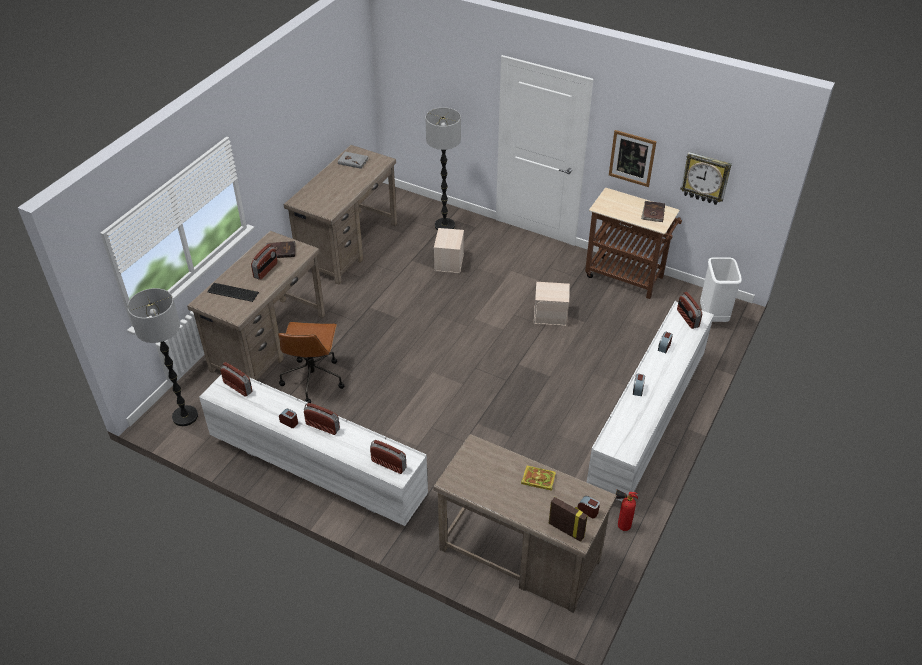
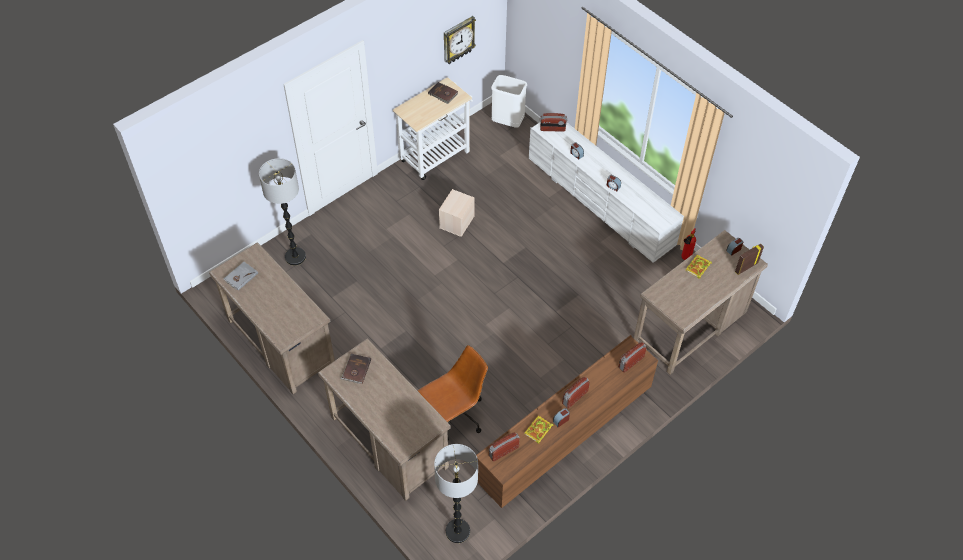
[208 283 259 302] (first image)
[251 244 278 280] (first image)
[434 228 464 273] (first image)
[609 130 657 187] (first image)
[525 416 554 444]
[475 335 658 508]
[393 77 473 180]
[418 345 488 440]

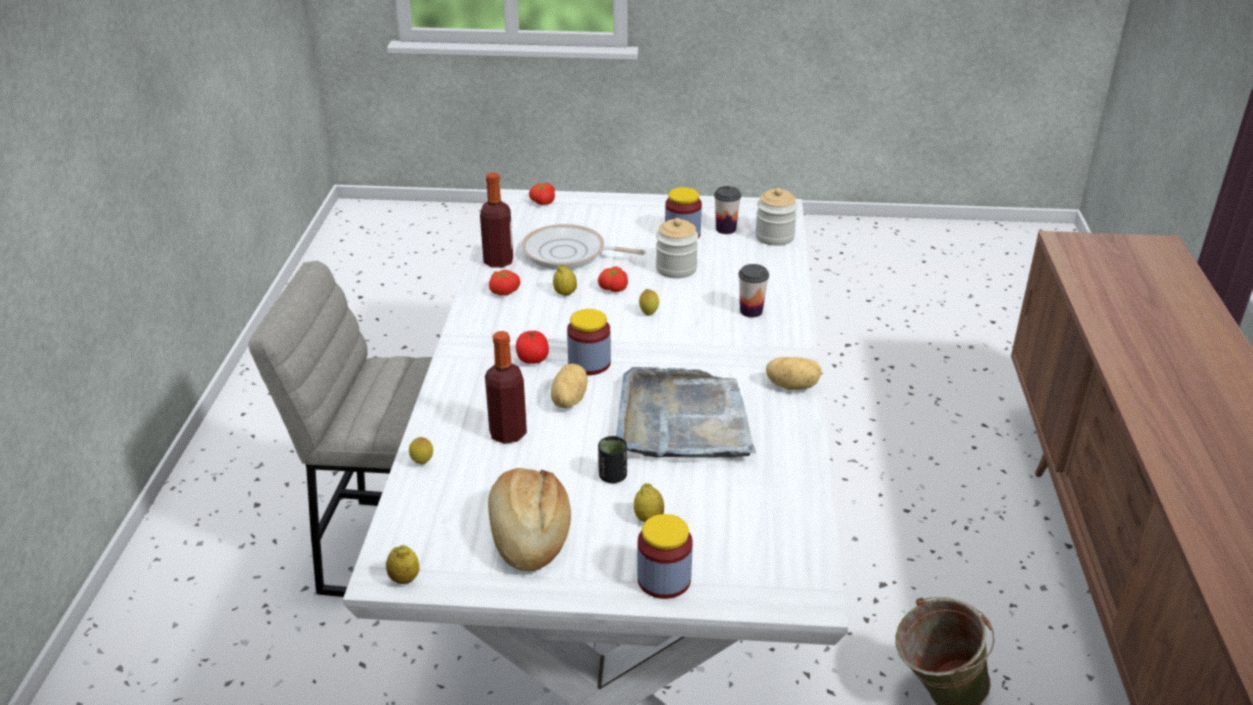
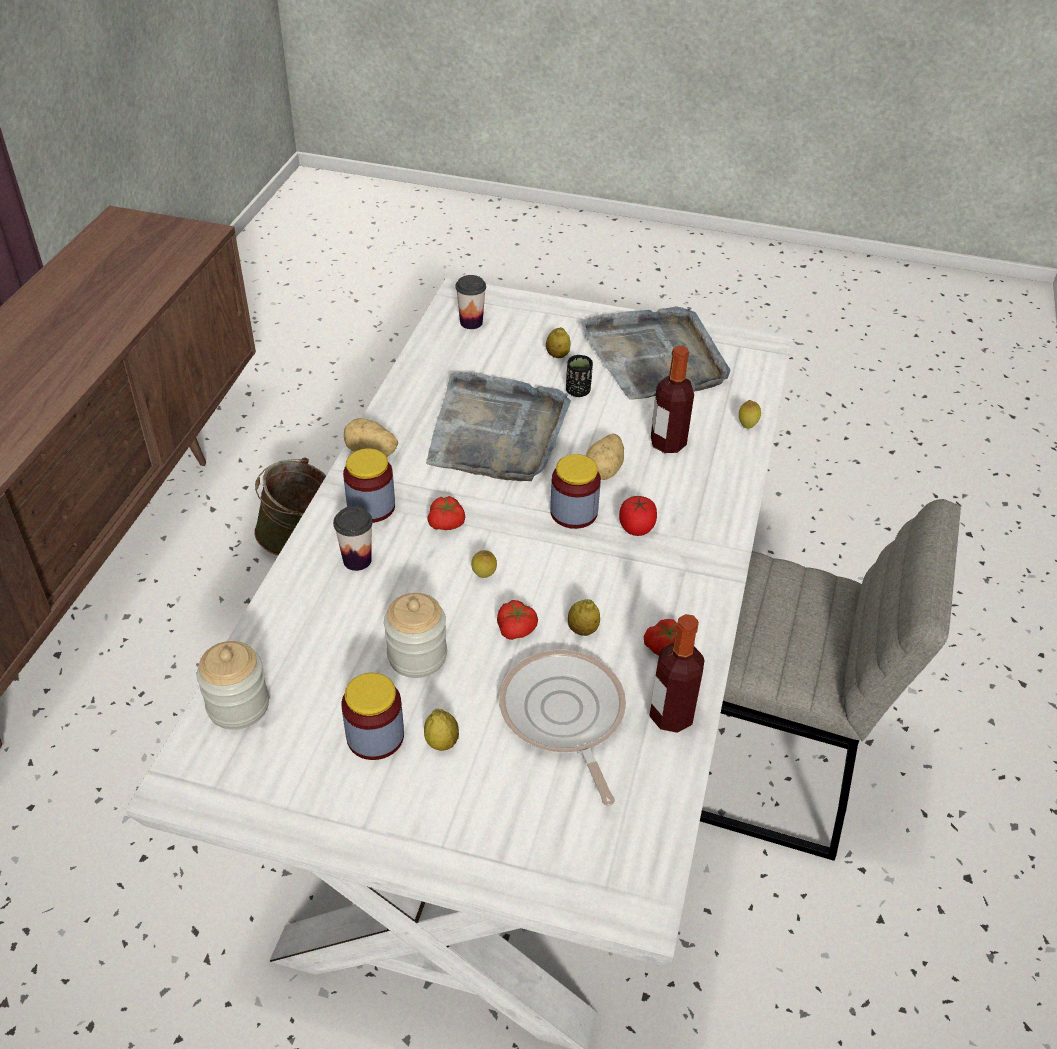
[424 709 459 751]
[427 496 465 530]
[343 448 395 523]
[456 275 486 329]
[580 306 730 400]
[499 650 626 806]

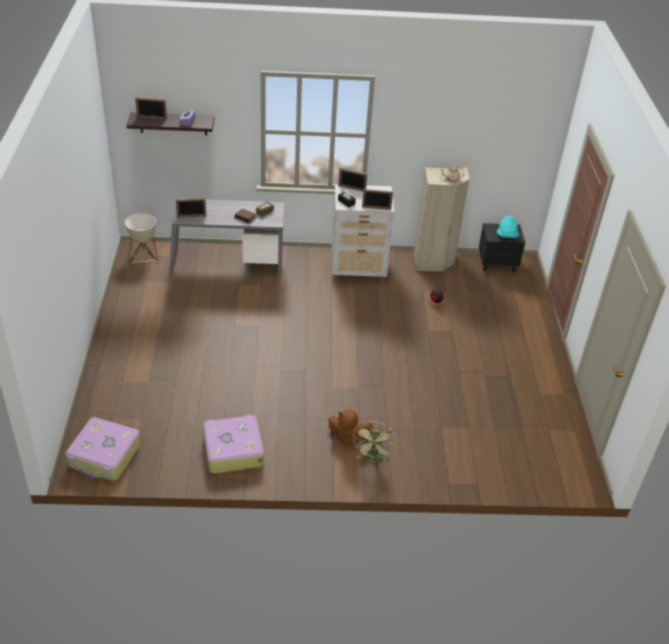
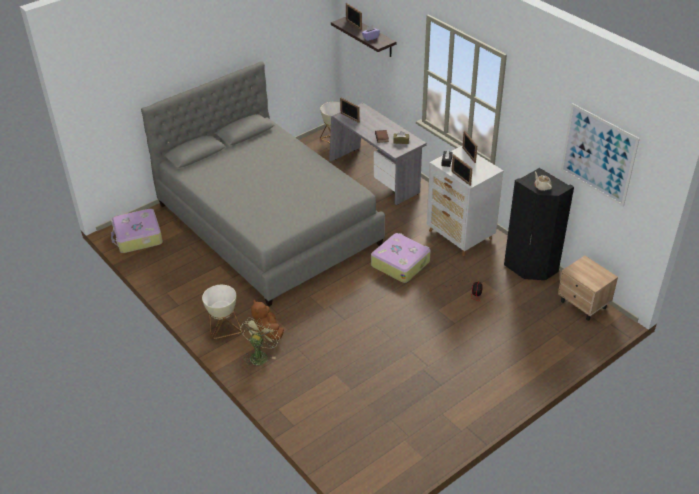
[497 216 519 238] (first image)
[141 61 385 306]
[202 285 243 339]
[561 103 640 207]
[371 233 431 283]
[504 168 574 280]
[558 256 618 321]
[240 318 280 368]

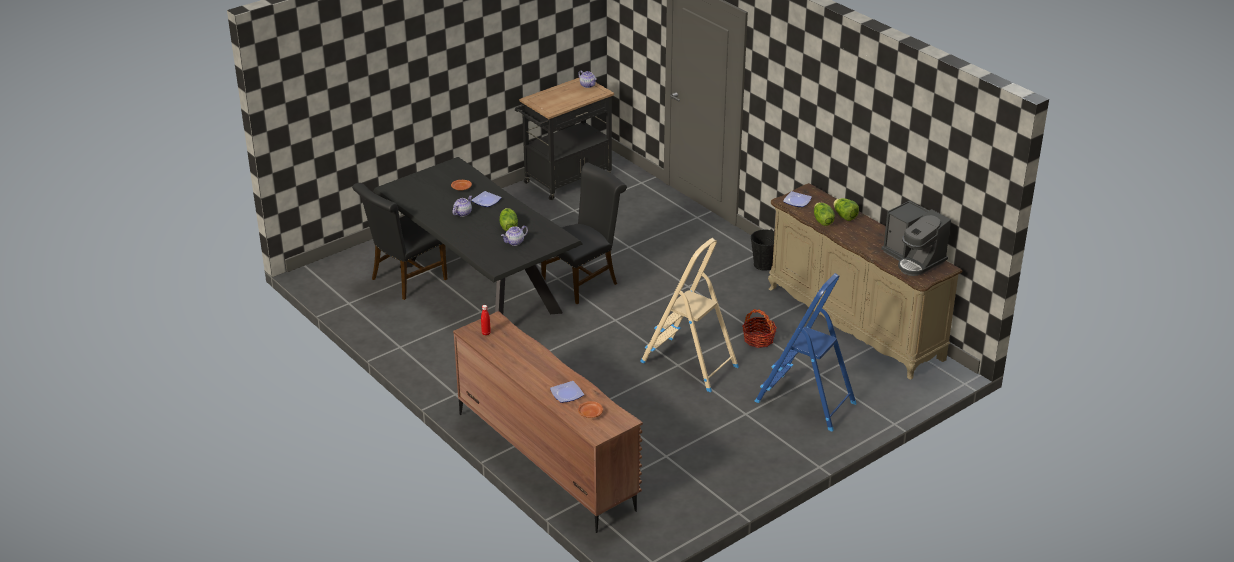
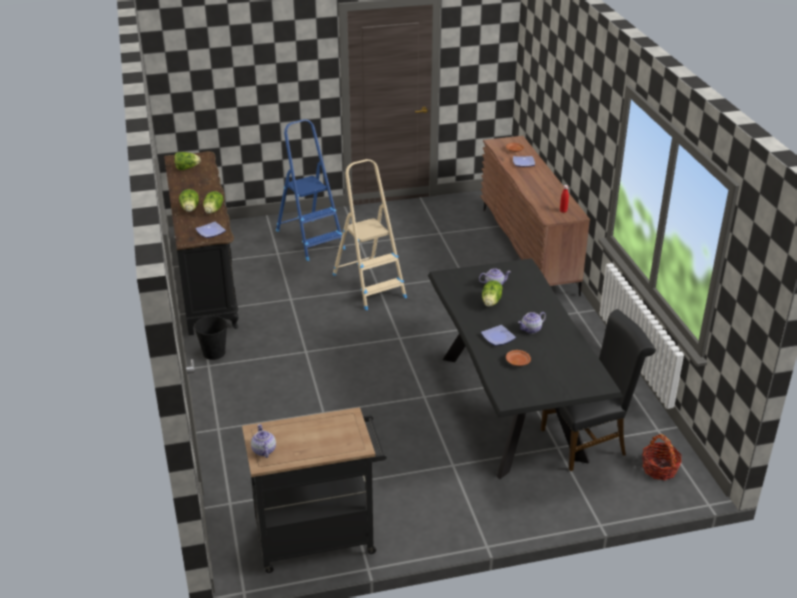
[541 162 627 304] (first image)
[642 434 682 480]
[174 152 201 170]
[164 151 239 336]

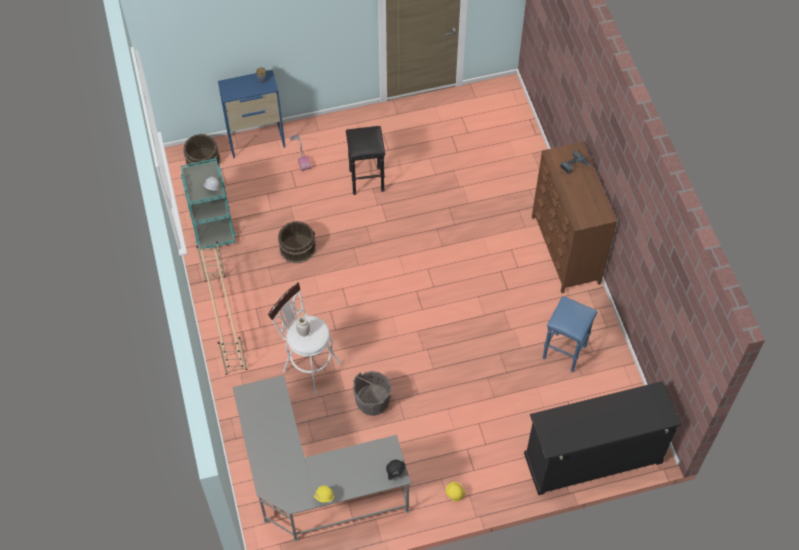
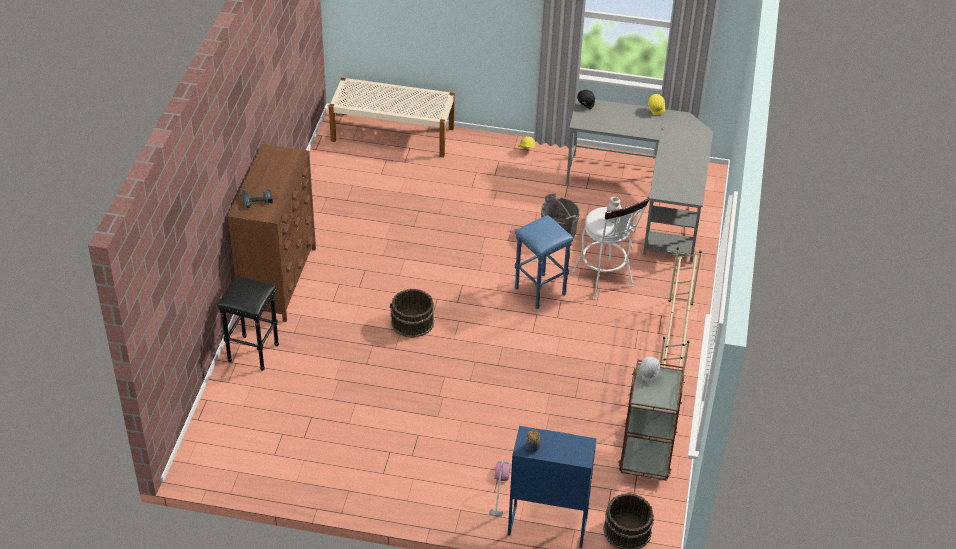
[390 289 435 338]
[218 276 279 371]
[515 215 573 309]
[329 77 455 158]
[618 360 685 480]

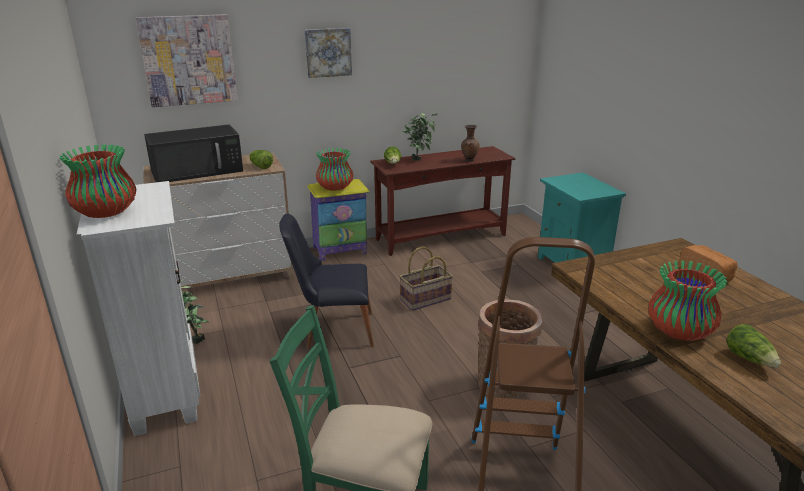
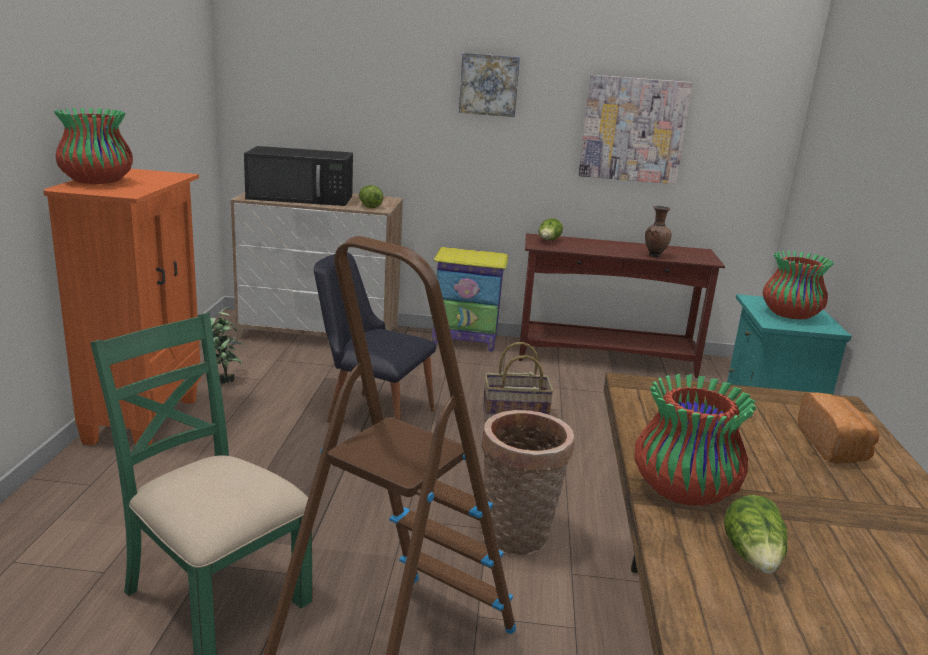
[403 113 437 161] (first image)
[578 75 693 184]
[762 251 834 320]
[42 169 201 446]

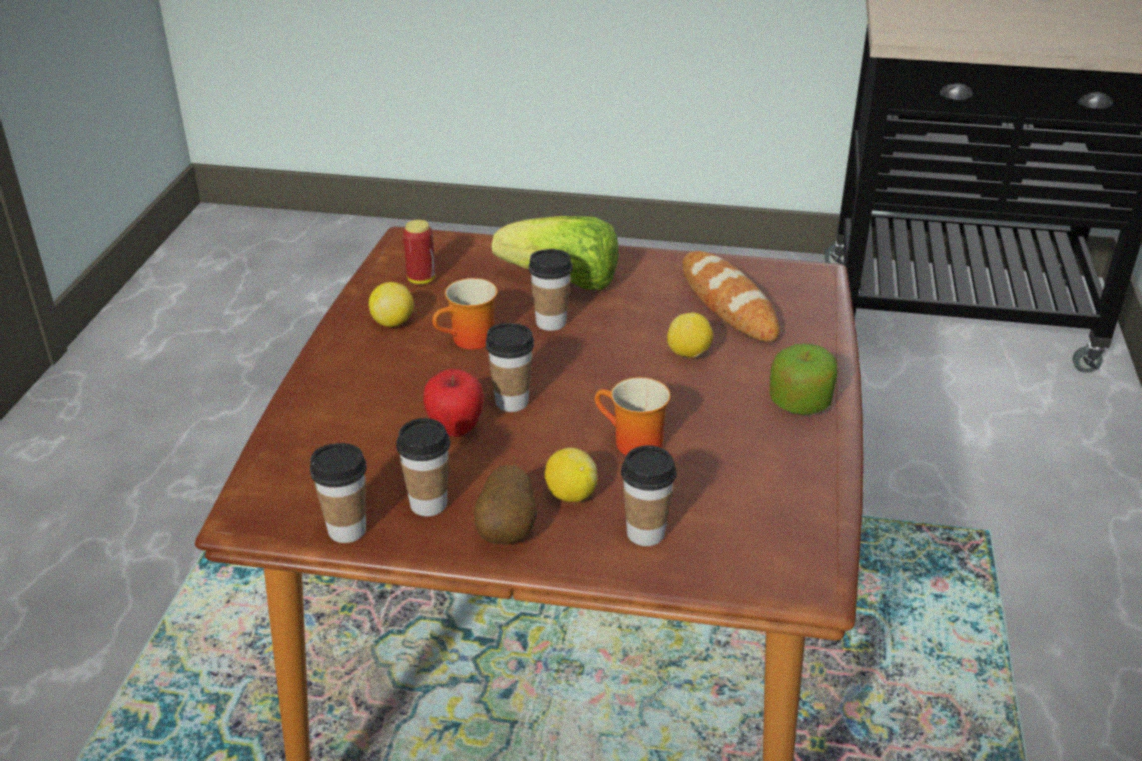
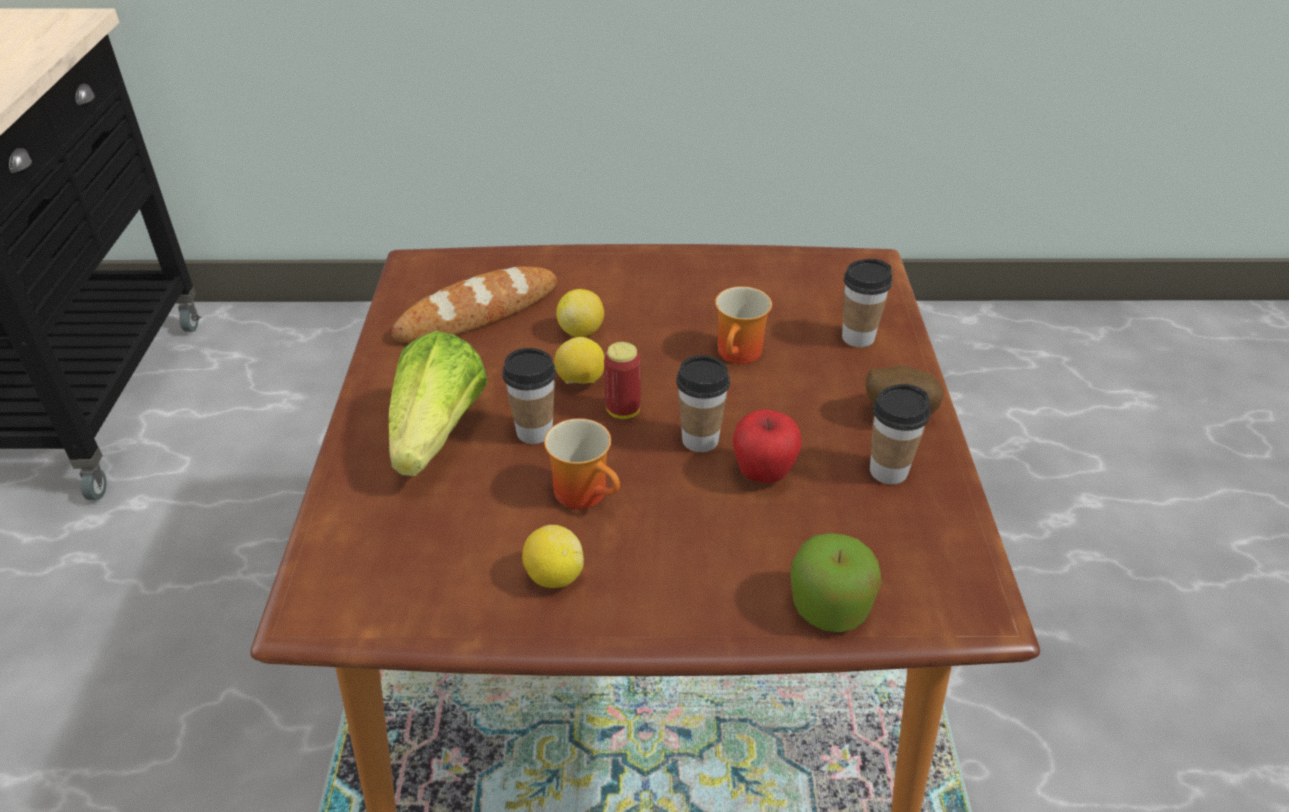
[310 443 367 543] (first image)
[604 342 641 419]
[554 337 604 384]
[790 533 882 632]

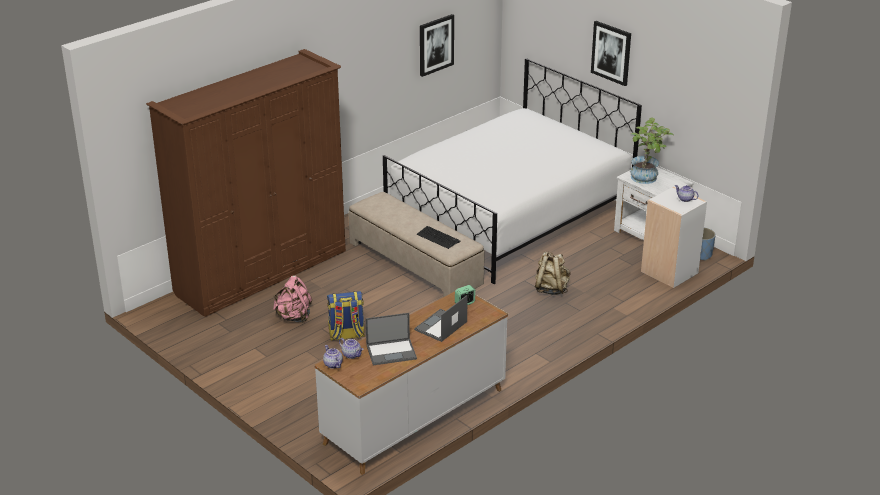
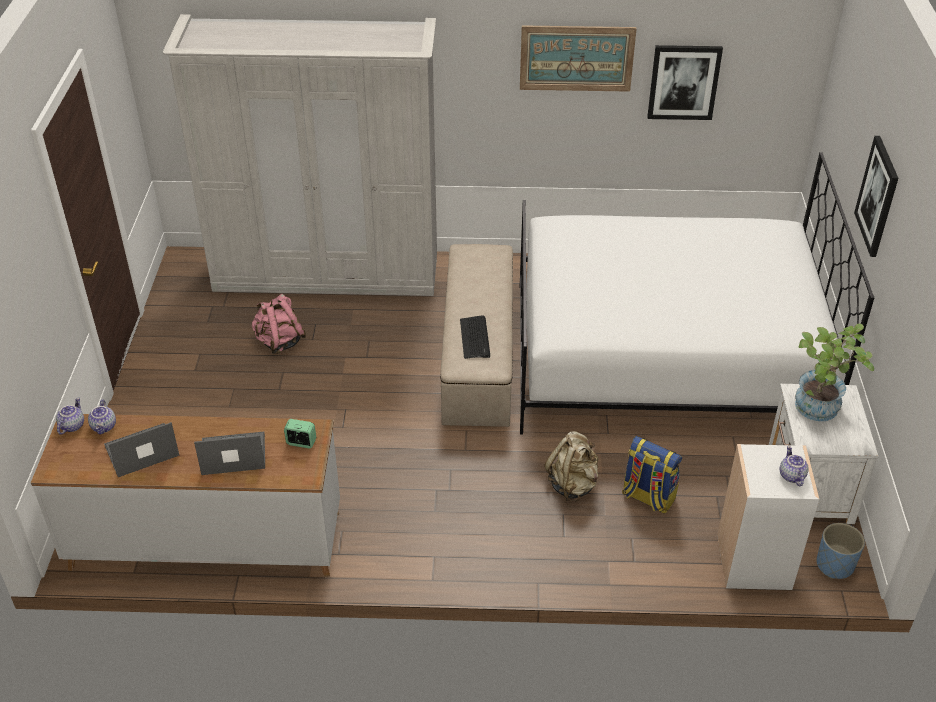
[520 25 637 92]
[622 436 682 514]
[163 14 437 296]
[104 422 179 477]

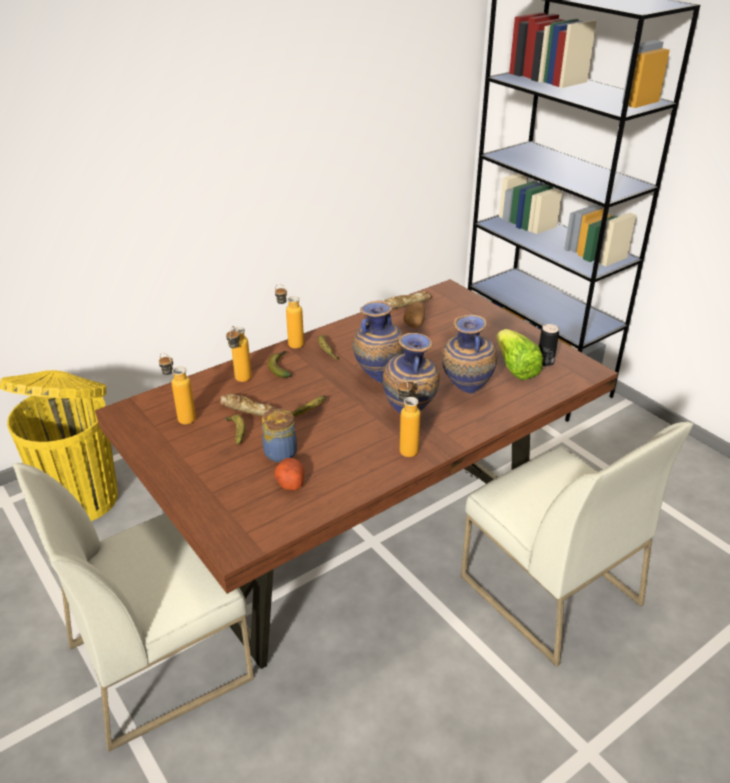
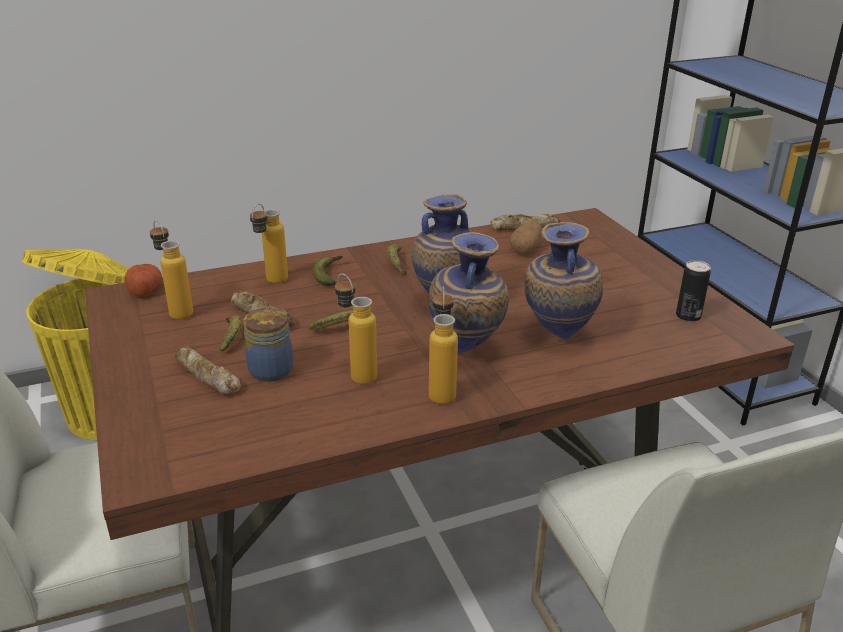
[496 329 543 380] (first image)
[174 346 241 395]
[125 264 162 297]
[335 274 377 384]

